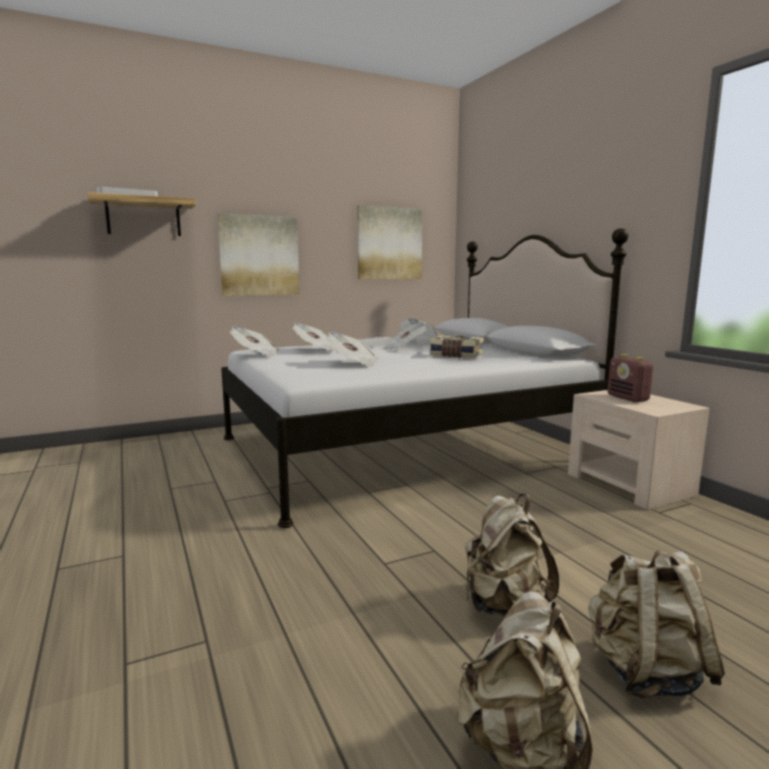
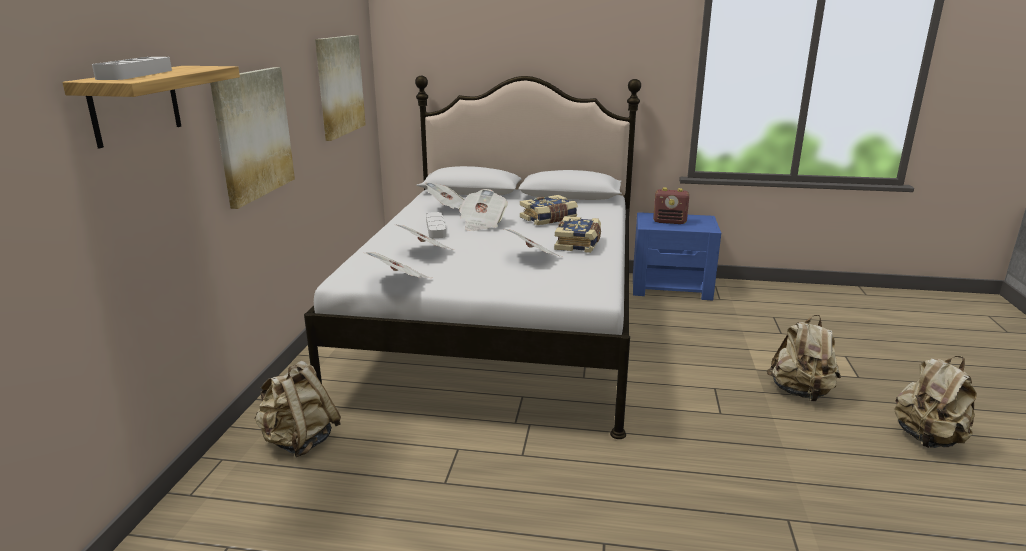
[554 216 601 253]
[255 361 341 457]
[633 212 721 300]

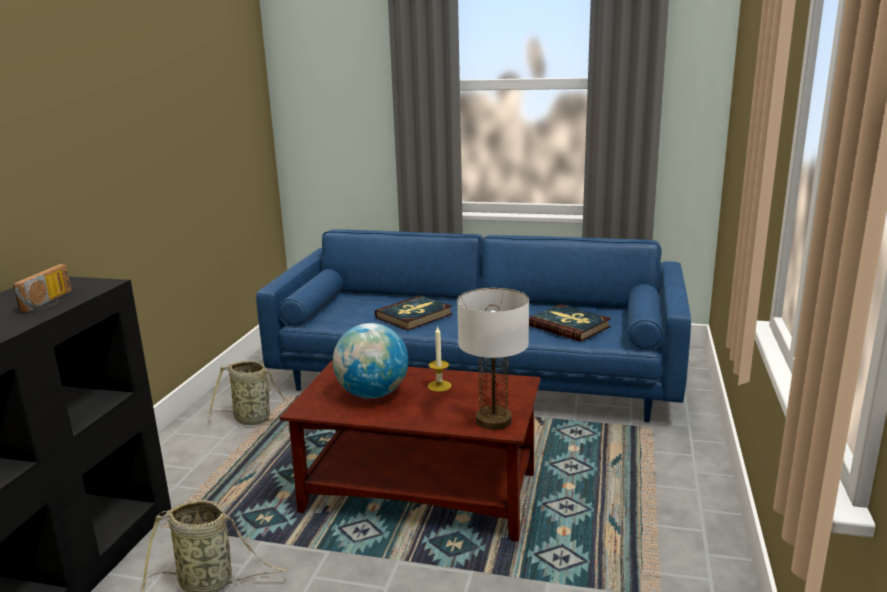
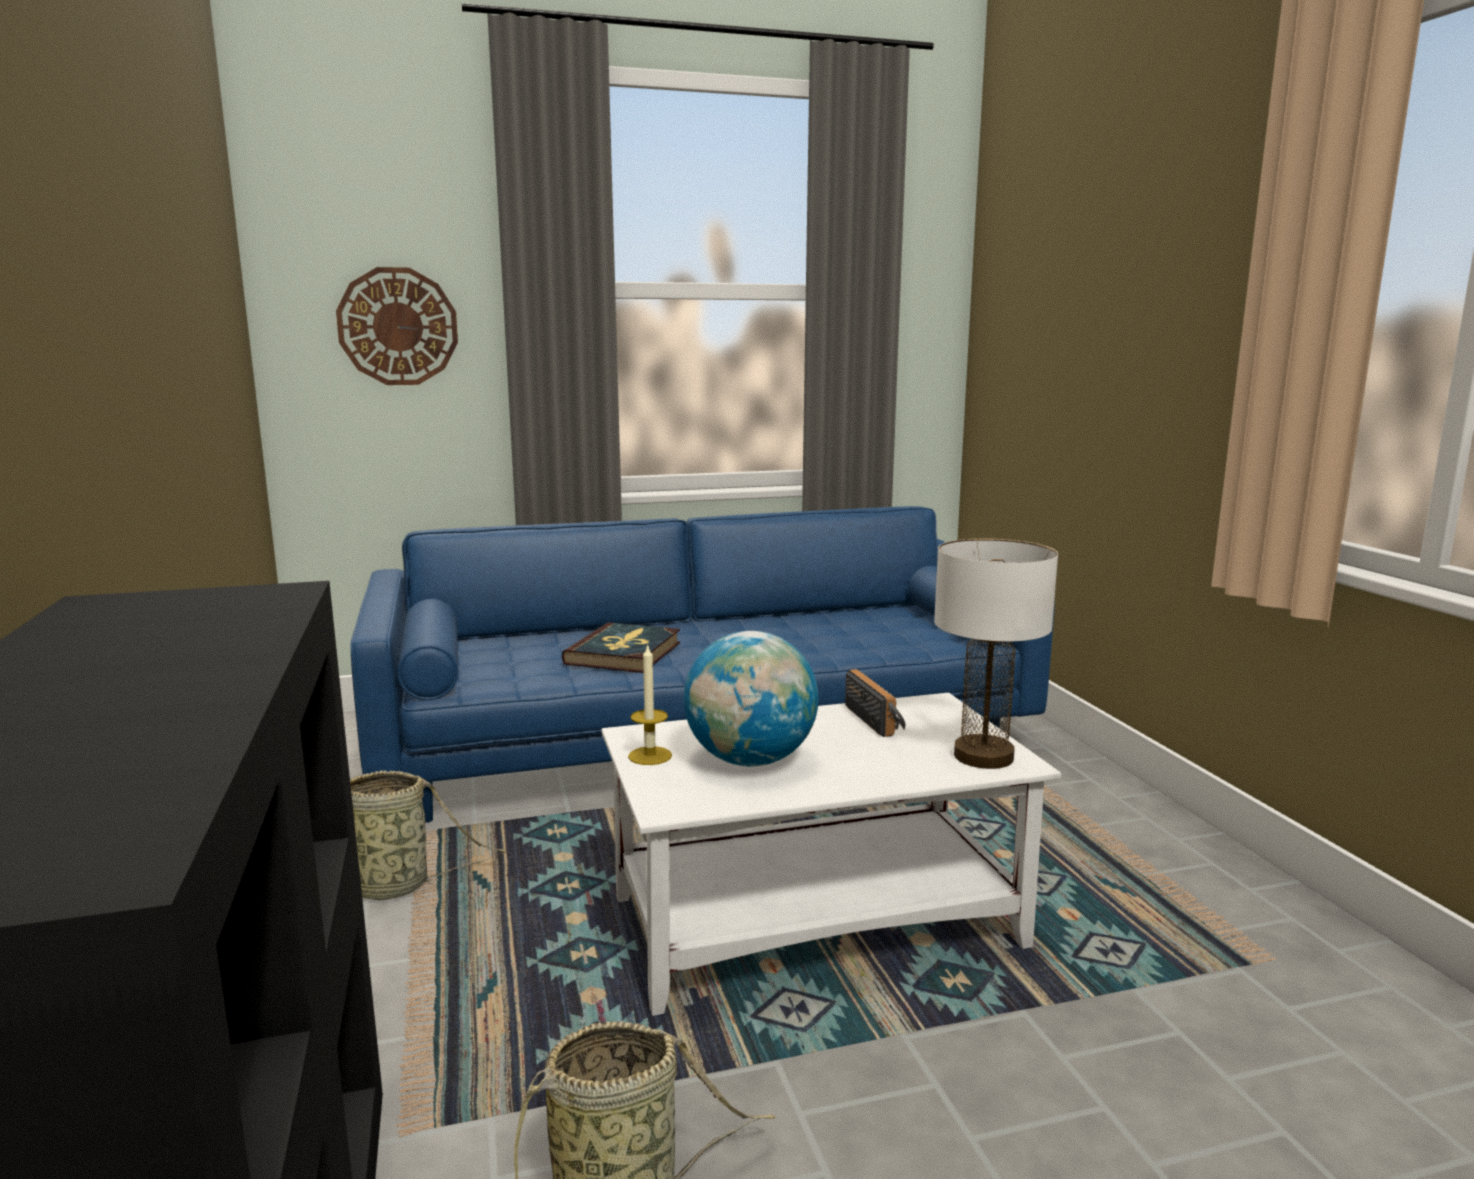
[529 304 611 342] (first image)
[336 267 458 385]
[845 669 906 737]
[628 644 672 765]
[601 693 1061 1016]

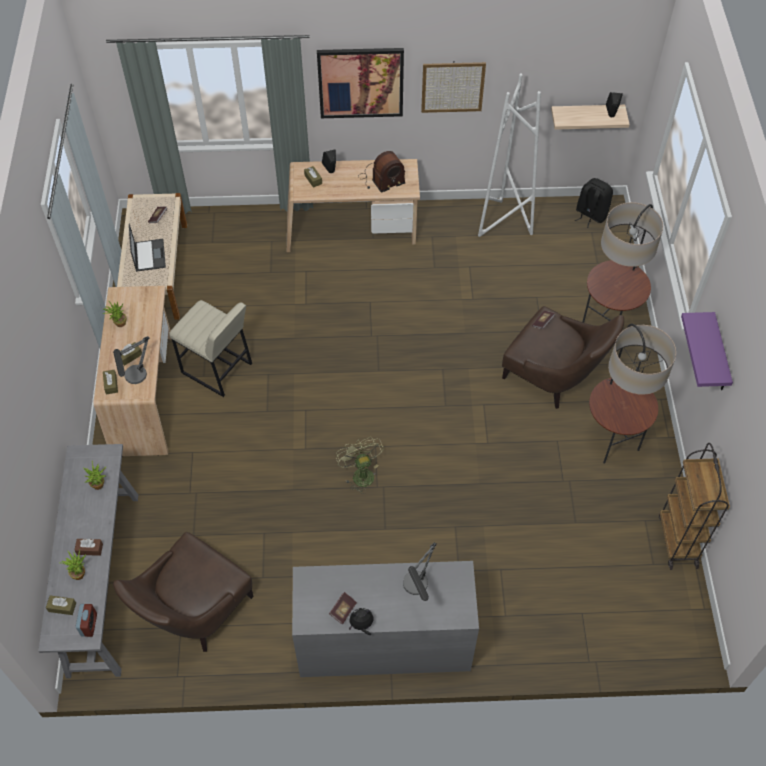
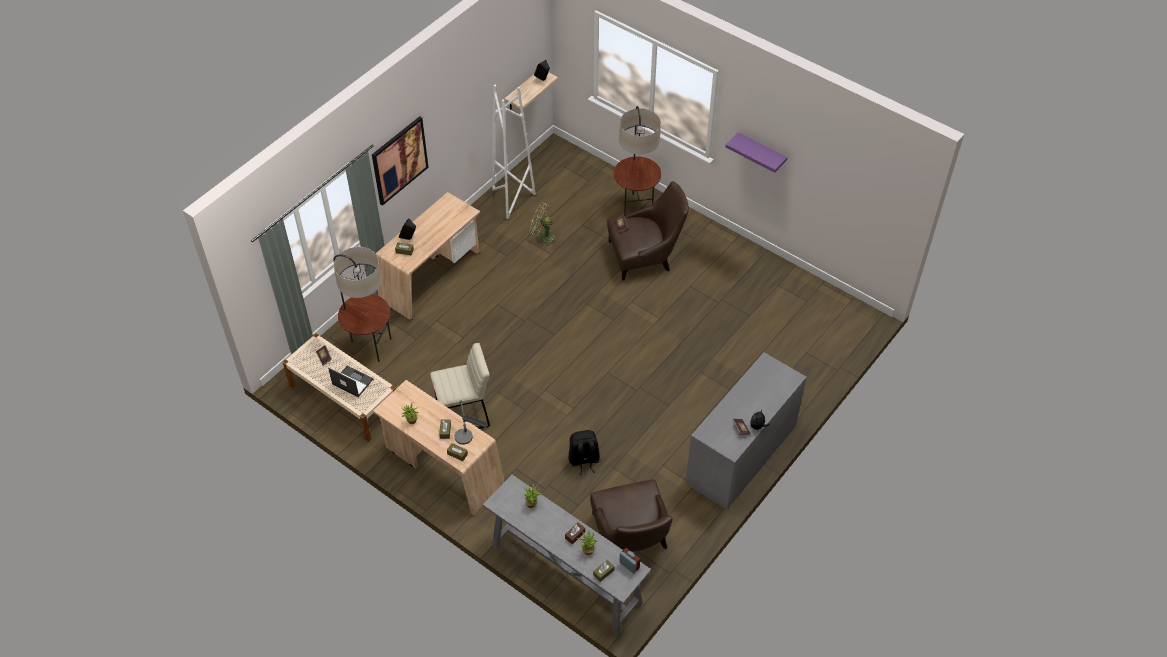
[358 151 405 193] (first image)
[403 542 436 601] (first image)
[421 61 486 113] (first image)
[659 443 730 570] (first image)
[530 202 557 247]
[568 430 600 475]
[333 247 391 362]

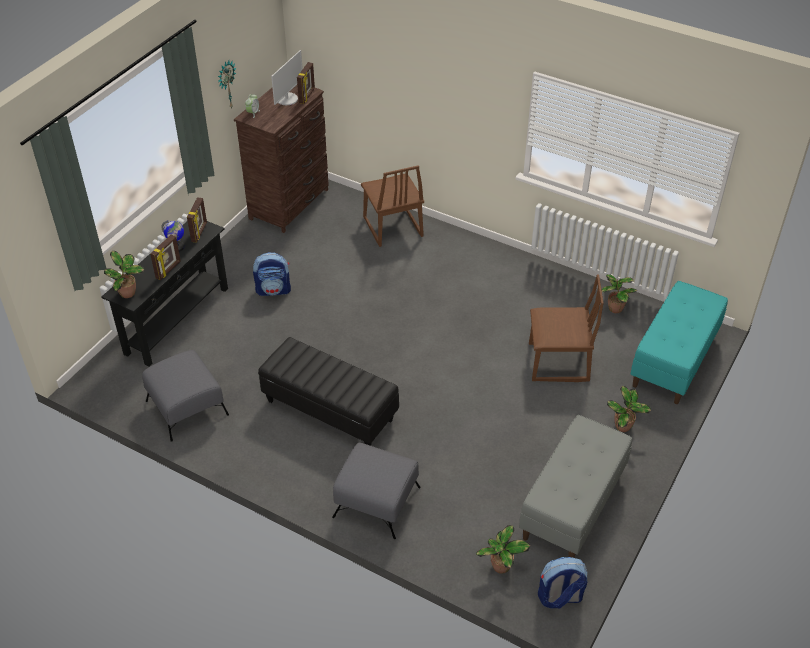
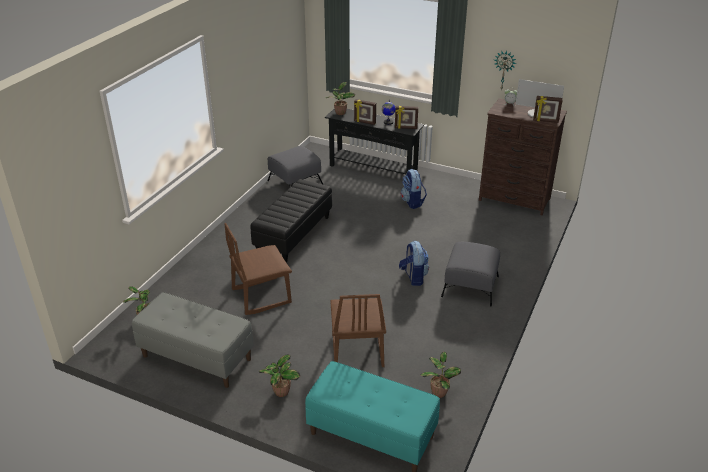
[441 242 500 307]
[224 223 292 315]
[399 241 429 286]

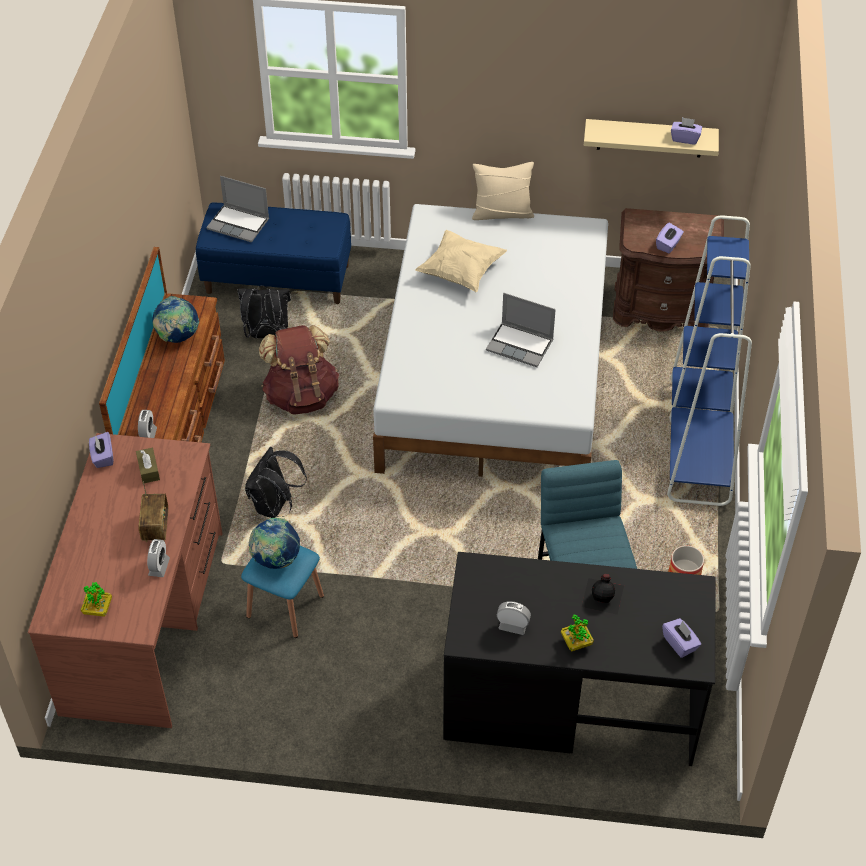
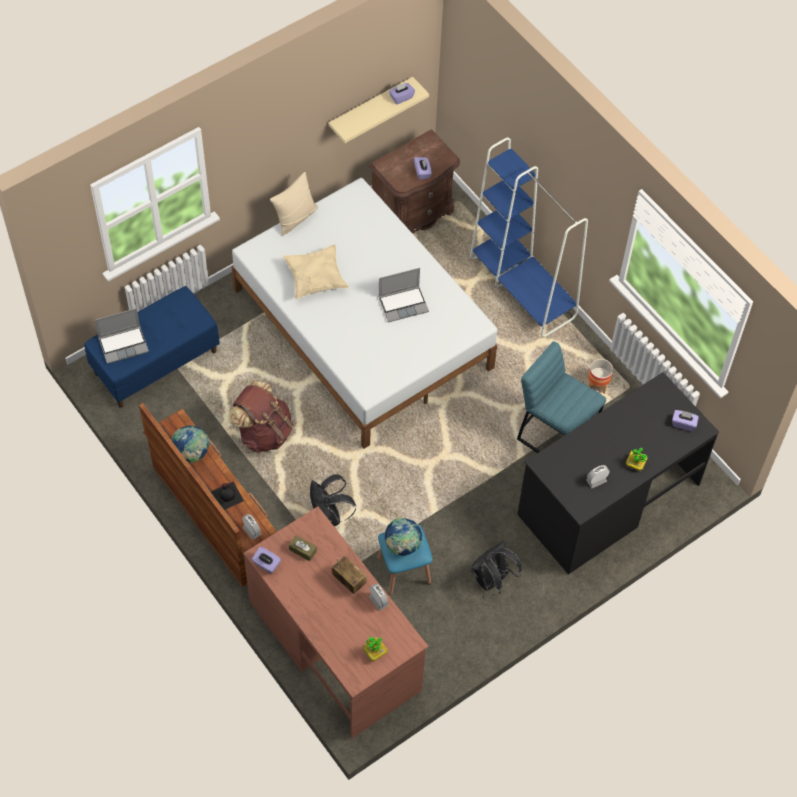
[471 540 522 596]
[211 482 244 510]

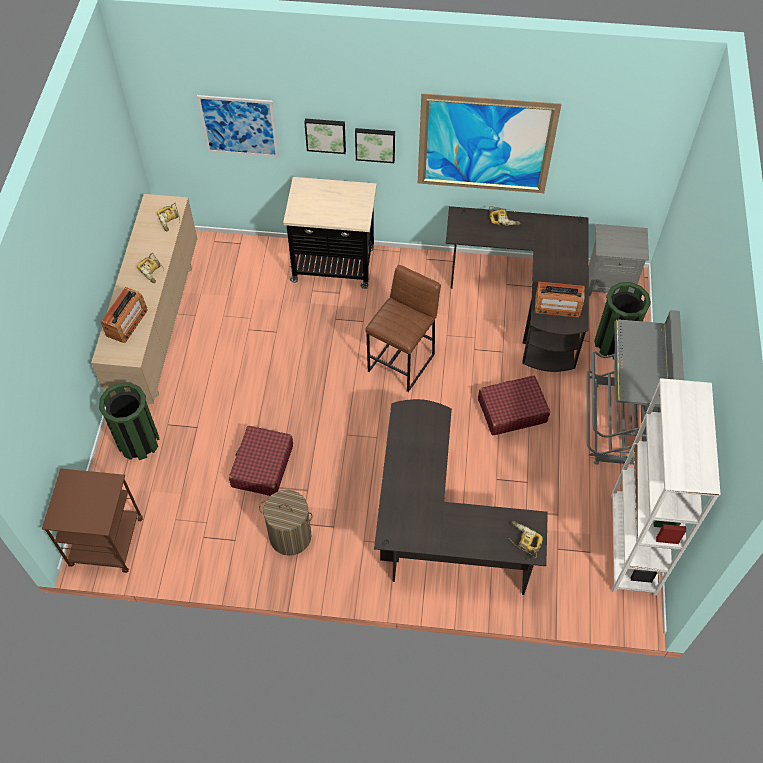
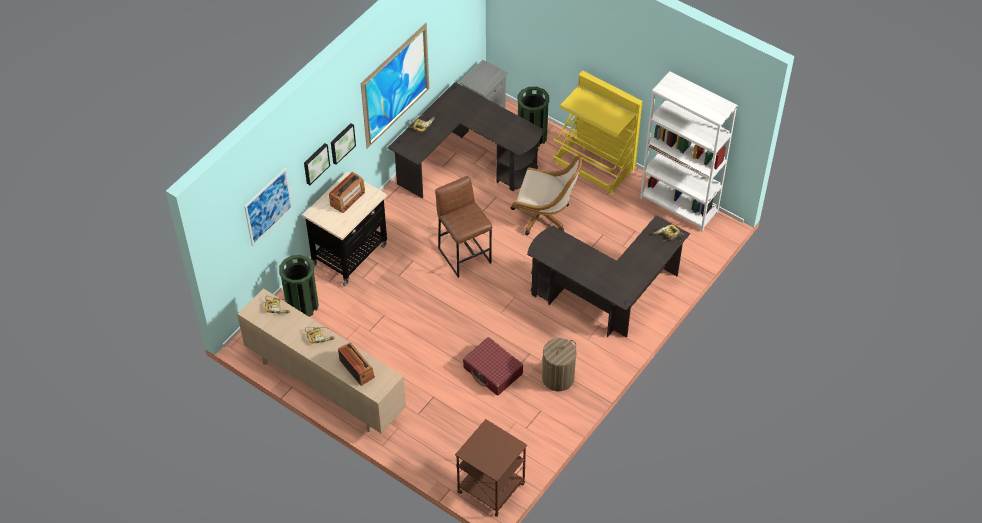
[279 255 319 317]
[329 172 365 213]
[511 156 582 235]
[553 71 643 195]

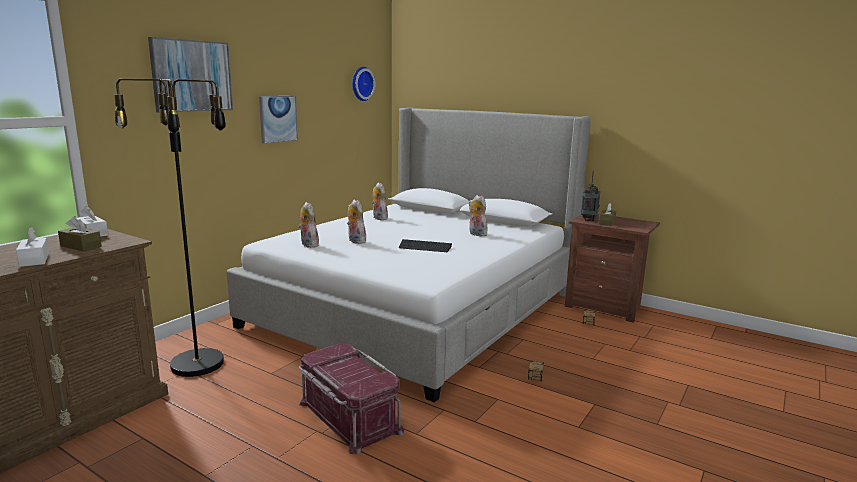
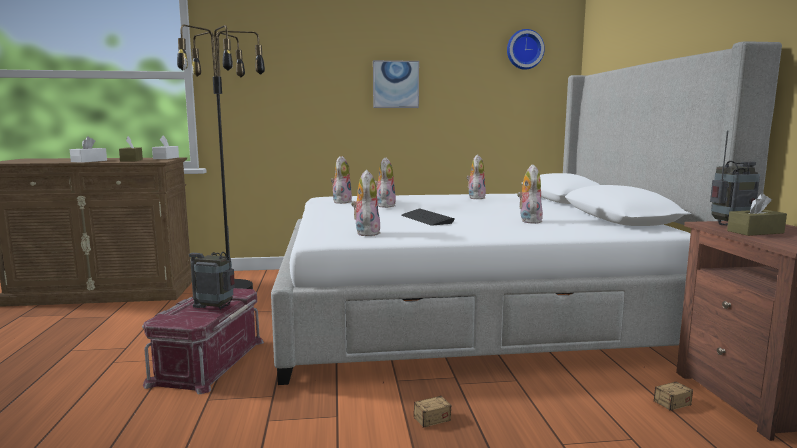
[148 37 233 113] (first image)
[189 226 235 310]
[351 170 380 236]

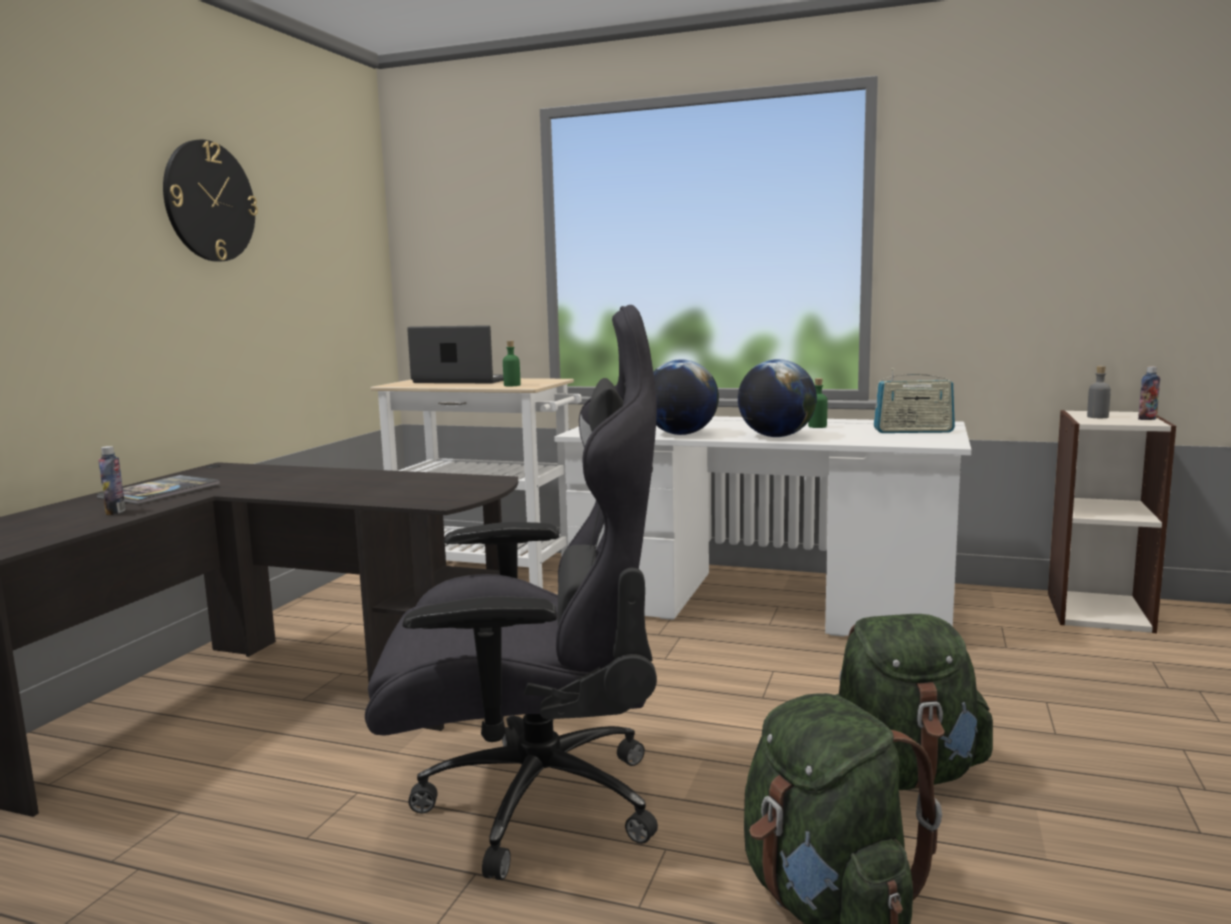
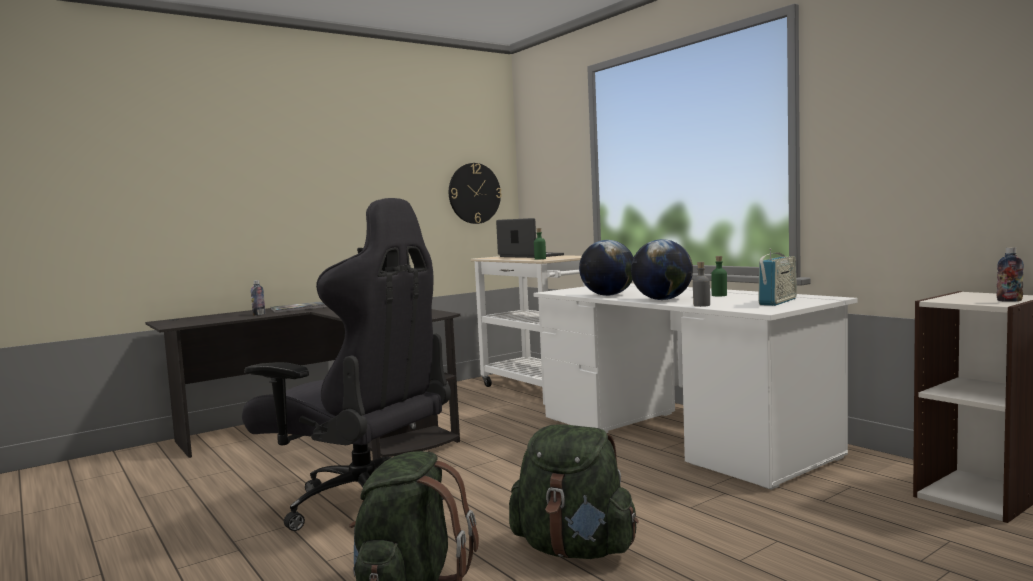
[449 163 502 224]
[693 262 710 307]
[758 249 797 306]

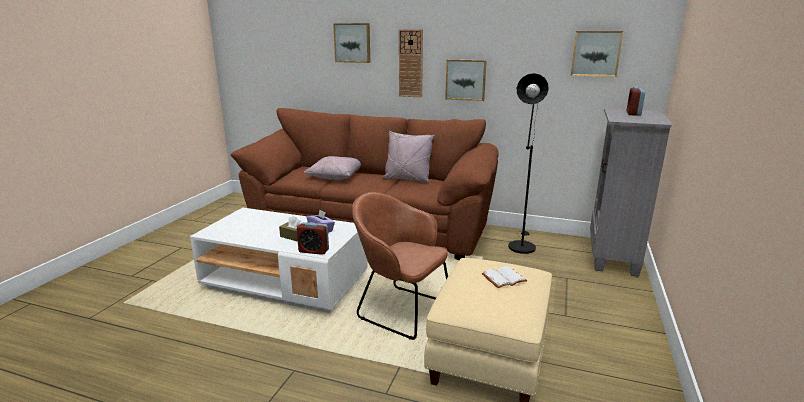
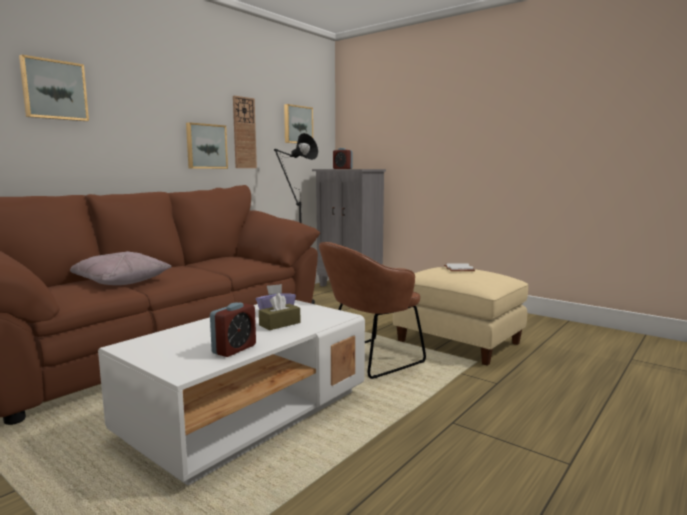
[383 131 435 183] (first image)
[210 302 256 357]
[233 96 257 168]

